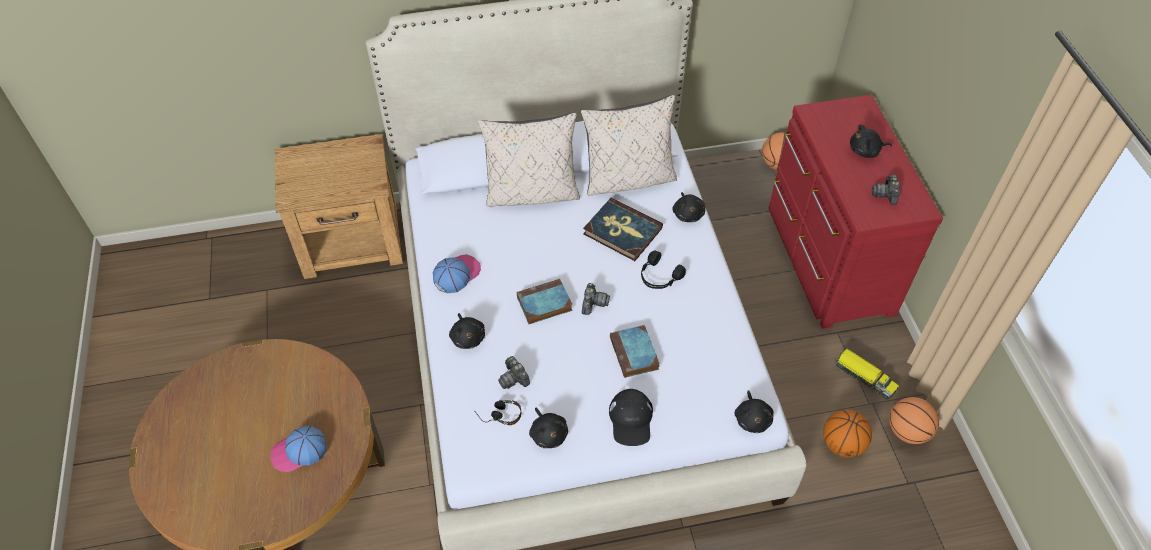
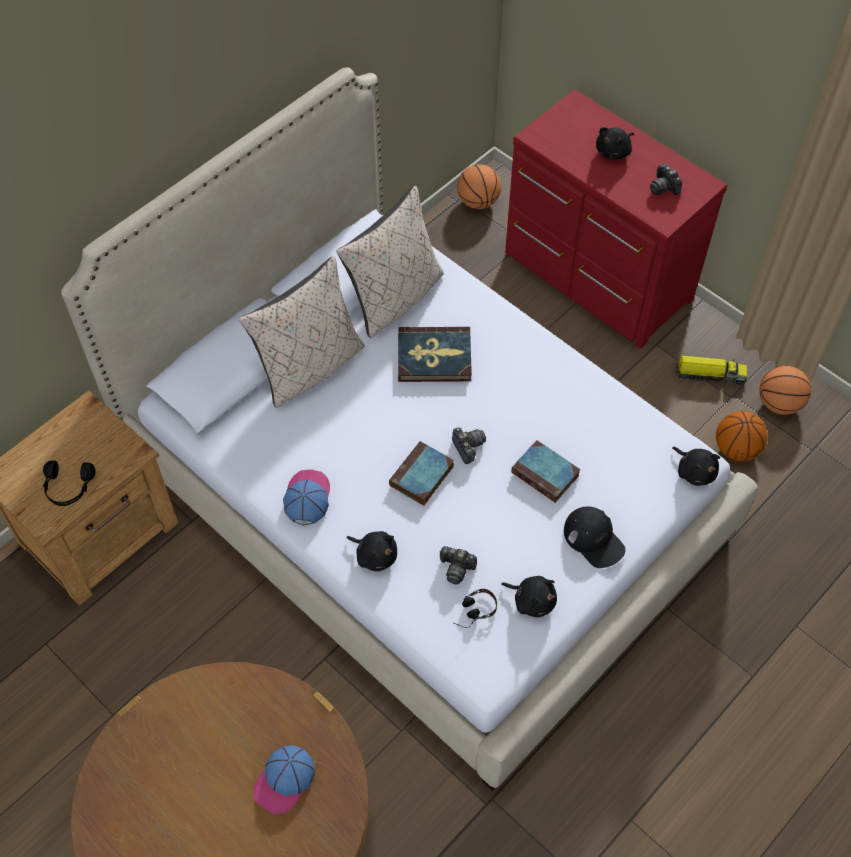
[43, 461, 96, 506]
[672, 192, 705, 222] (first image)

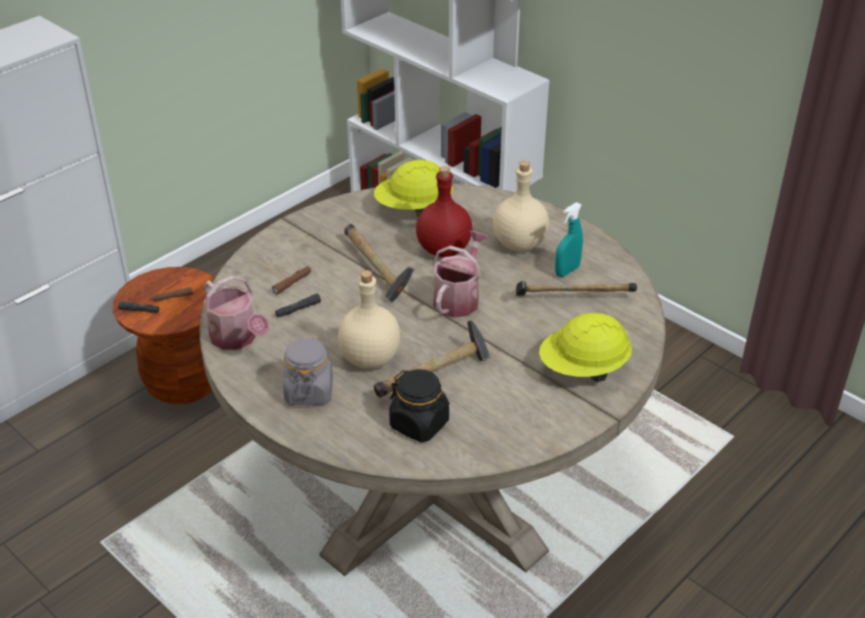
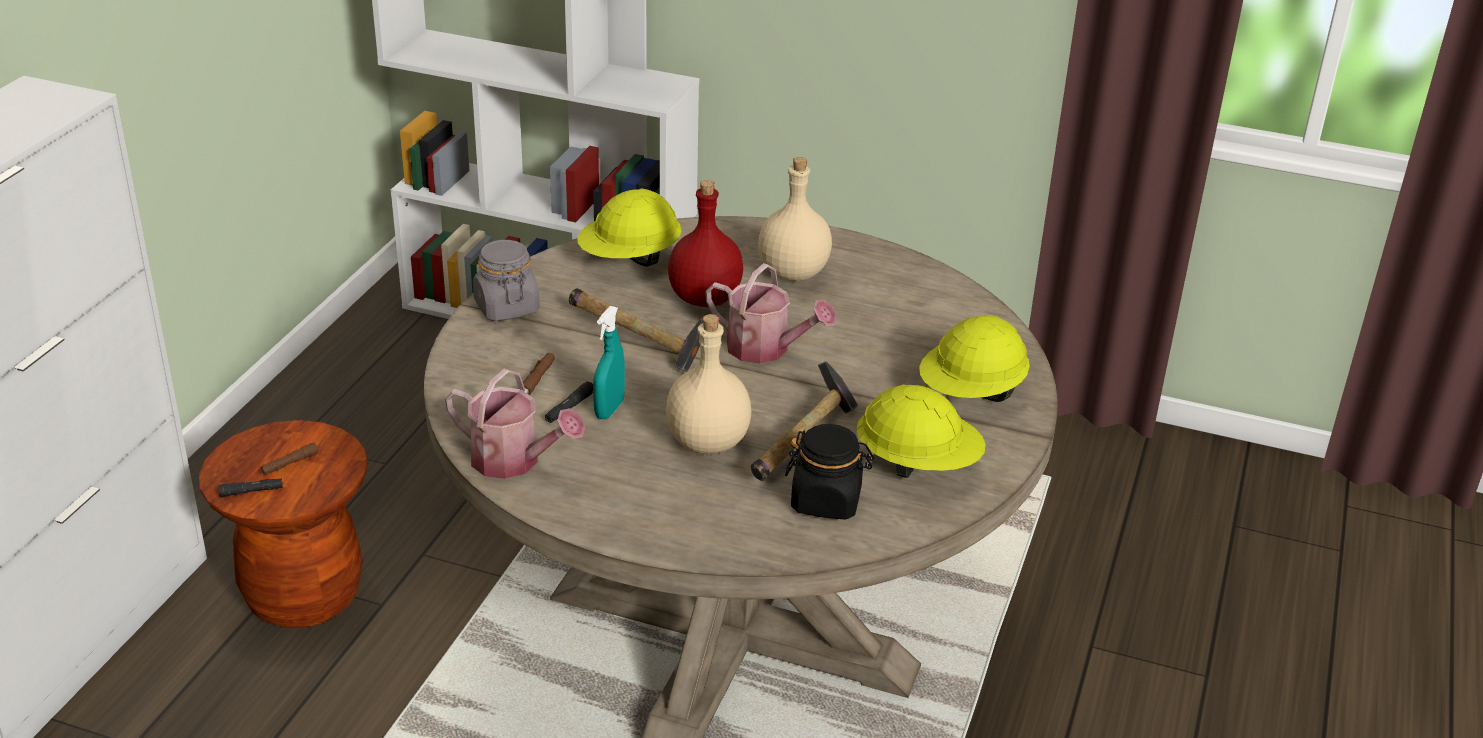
[473, 240, 540, 321]
[593, 306, 625, 419]
[705, 263, 837, 364]
[856, 384, 986, 478]
[516, 280, 637, 296] (first image)

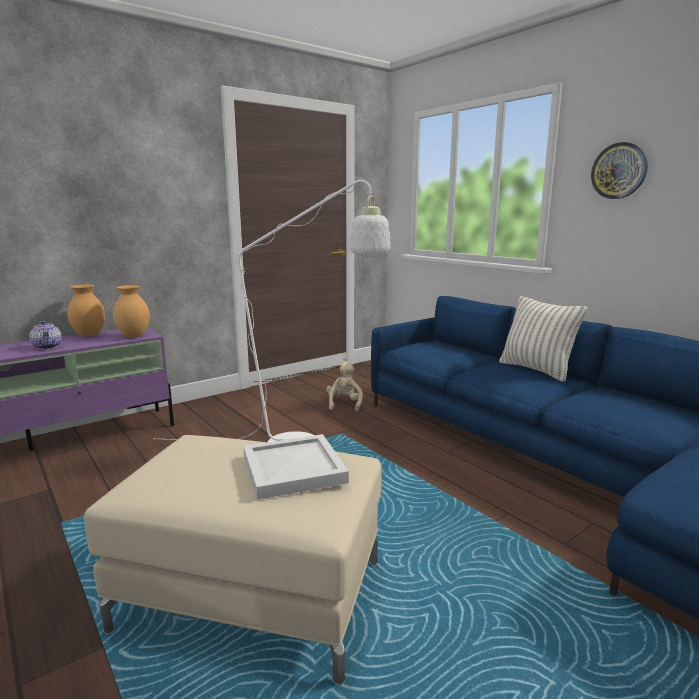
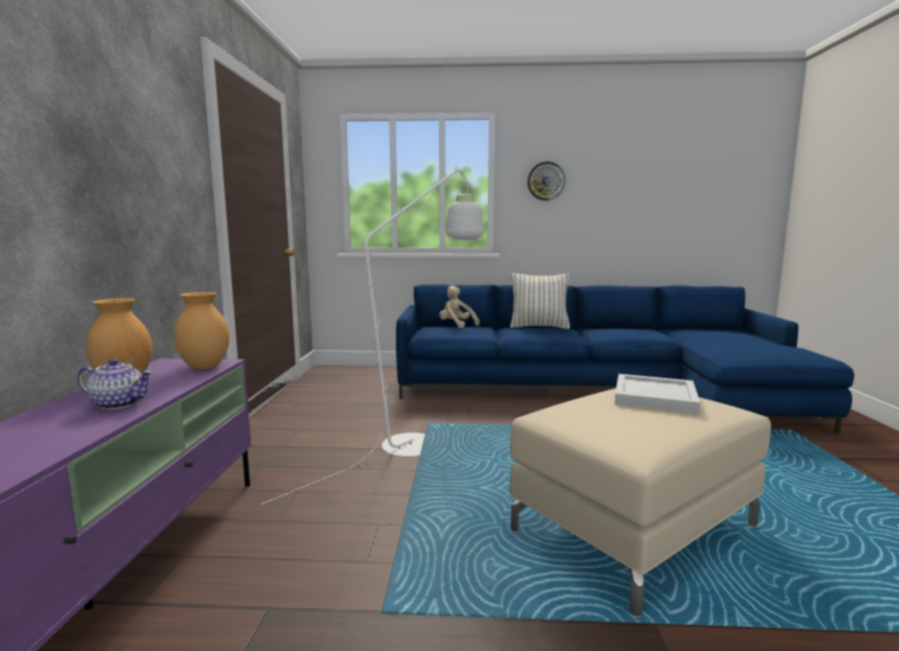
[439, 285, 480, 328]

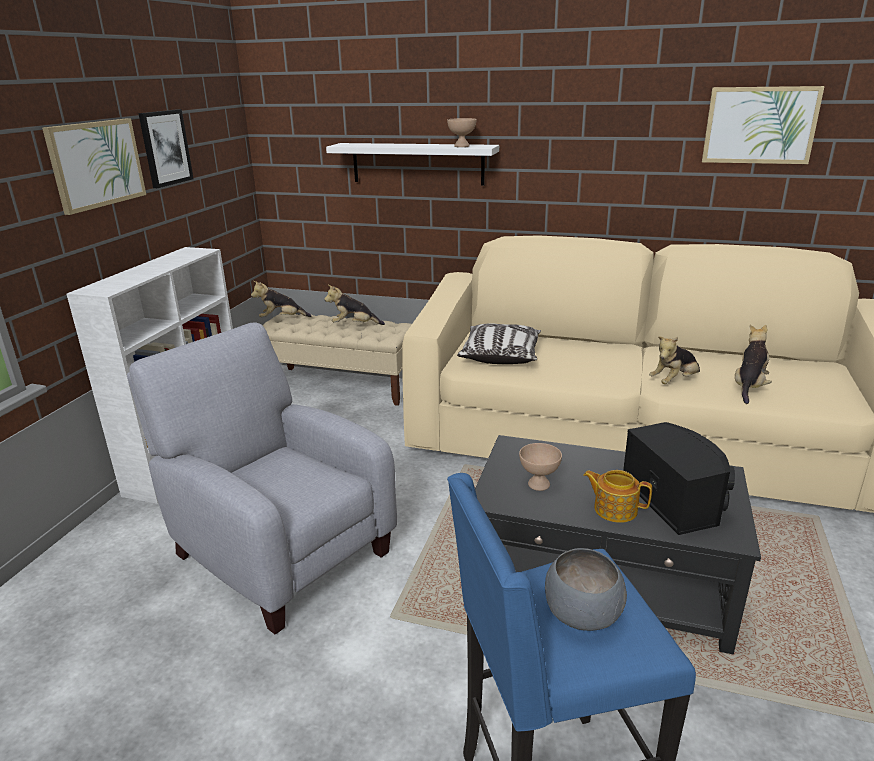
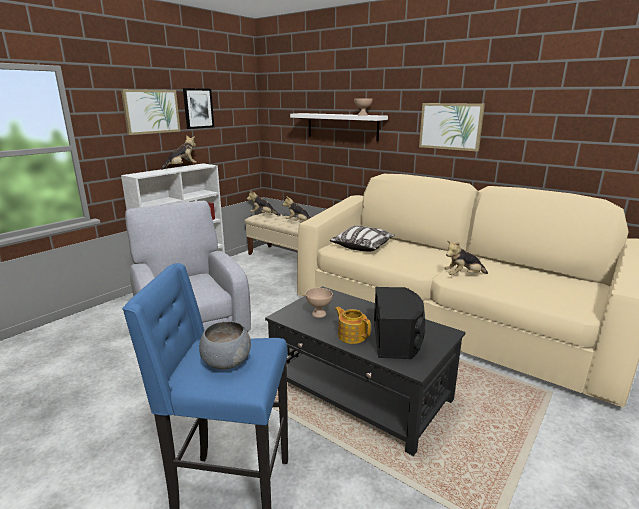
[161, 135, 196, 170]
[419, 103, 485, 152]

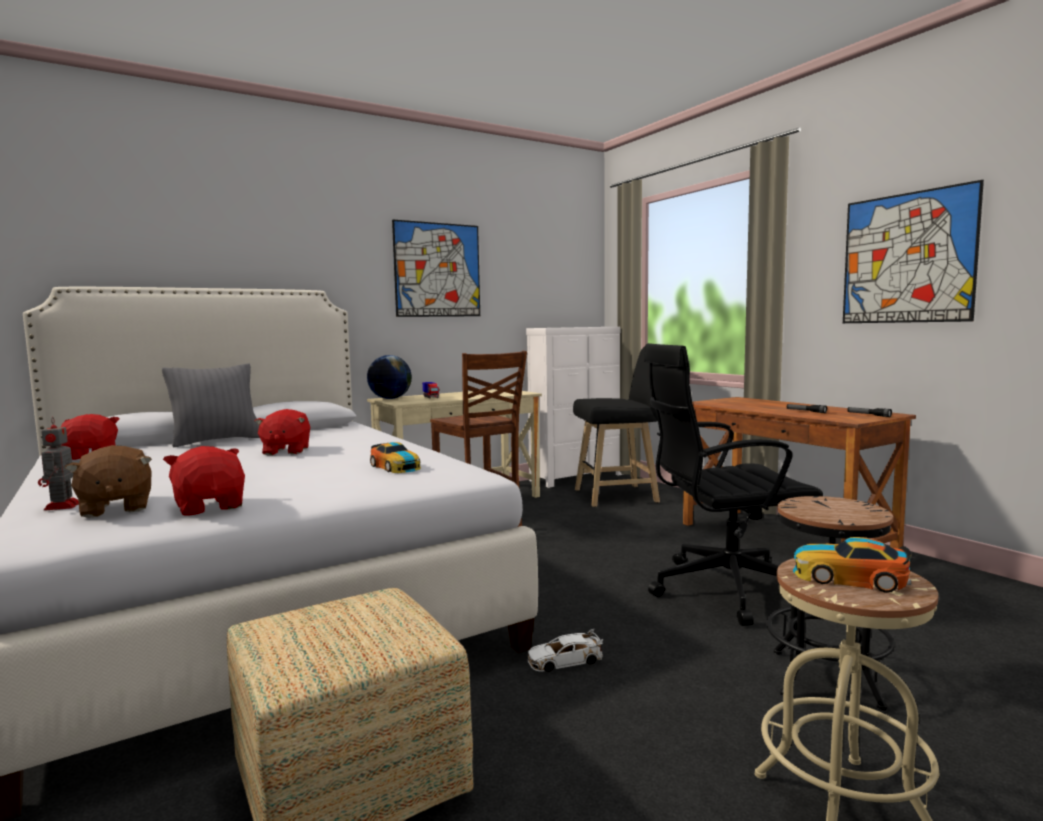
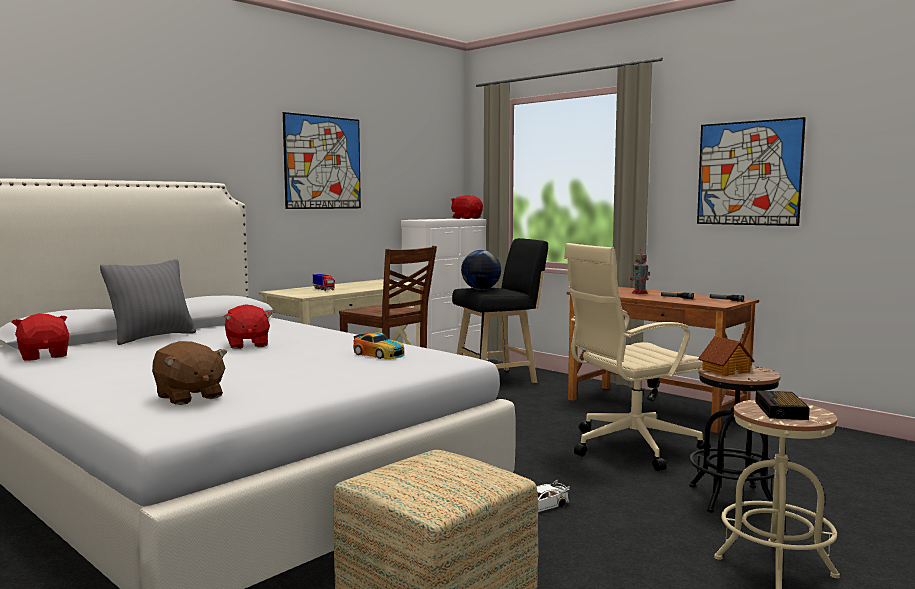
[451, 195, 483, 219]
[461, 250, 501, 290]
[564, 243, 711, 471]
[630, 250, 650, 294]
[698, 336, 754, 376]
[755, 390, 810, 420]

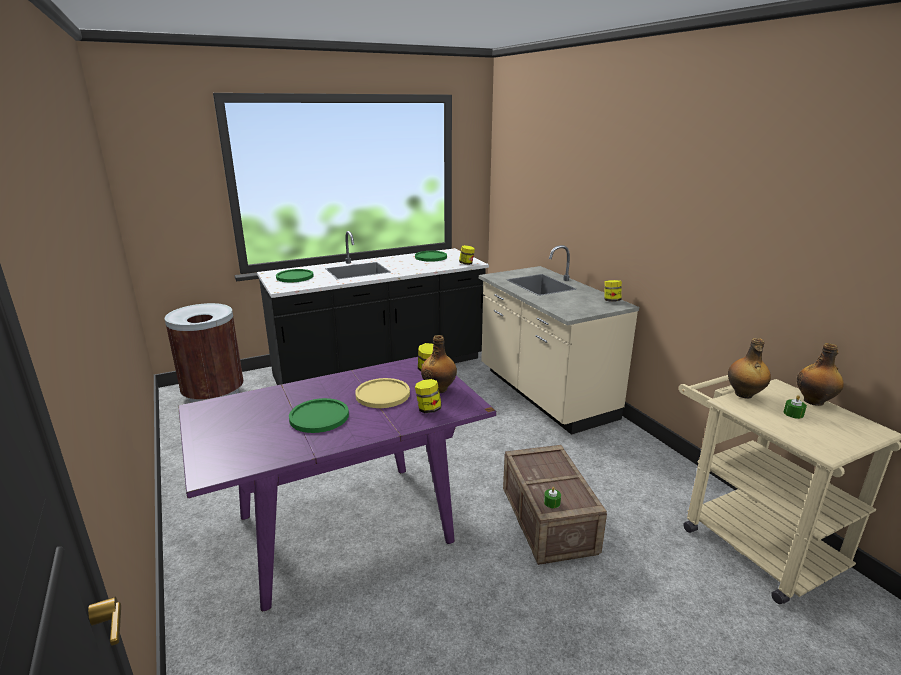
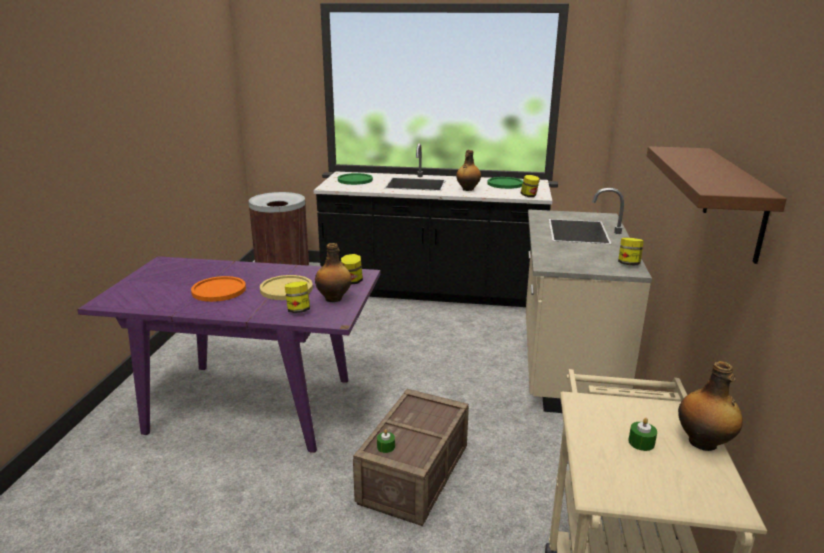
[191, 276, 246, 302]
[456, 150, 481, 191]
[647, 146, 787, 264]

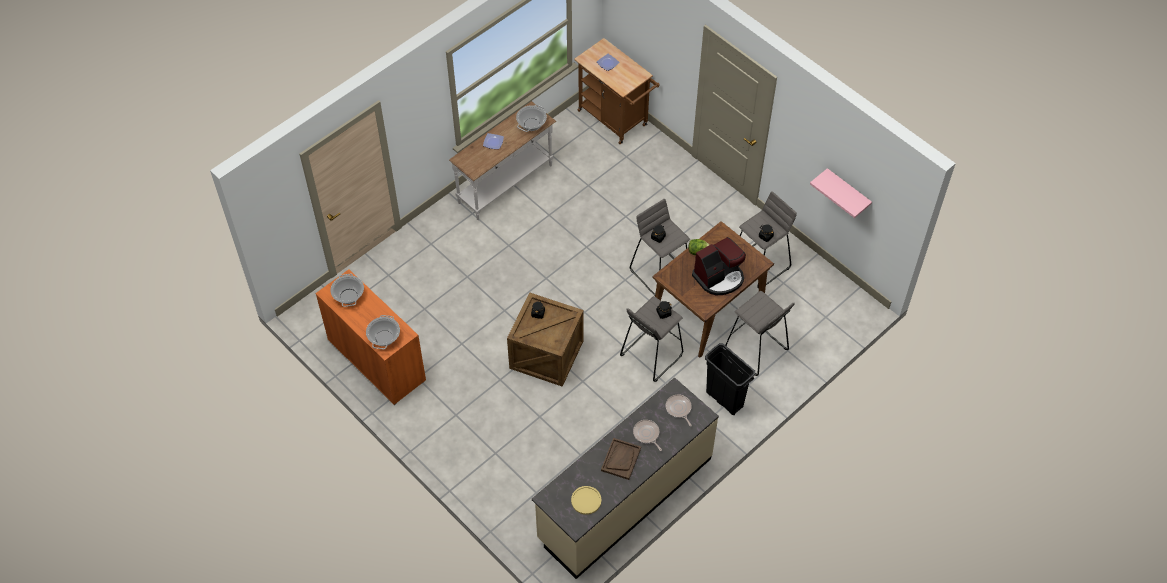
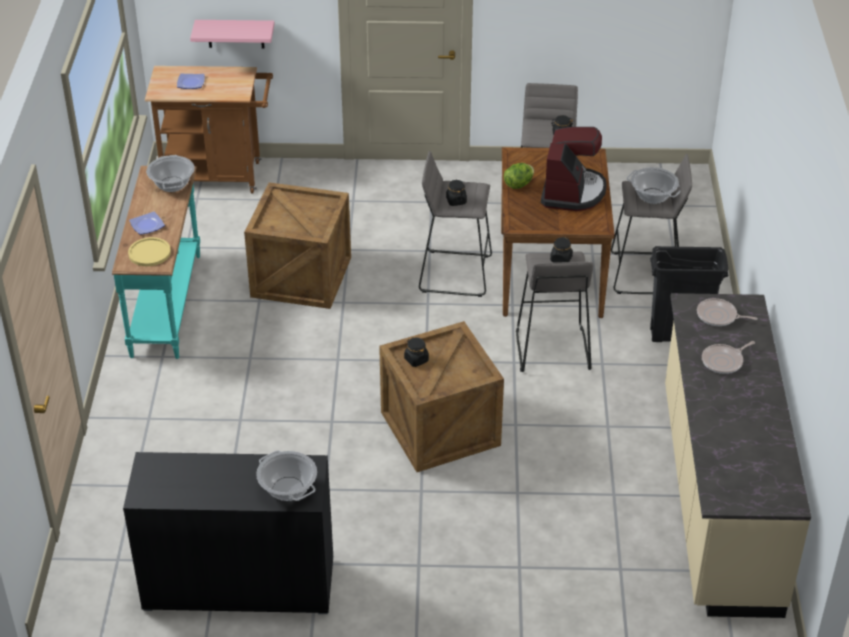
[112, 166, 200, 359]
[123, 452, 333, 614]
[128, 237, 171, 266]
[190, 20, 275, 48]
[244, 182, 351, 309]
[627, 167, 680, 204]
[702, 341, 755, 374]
[601, 438, 641, 480] (first image)

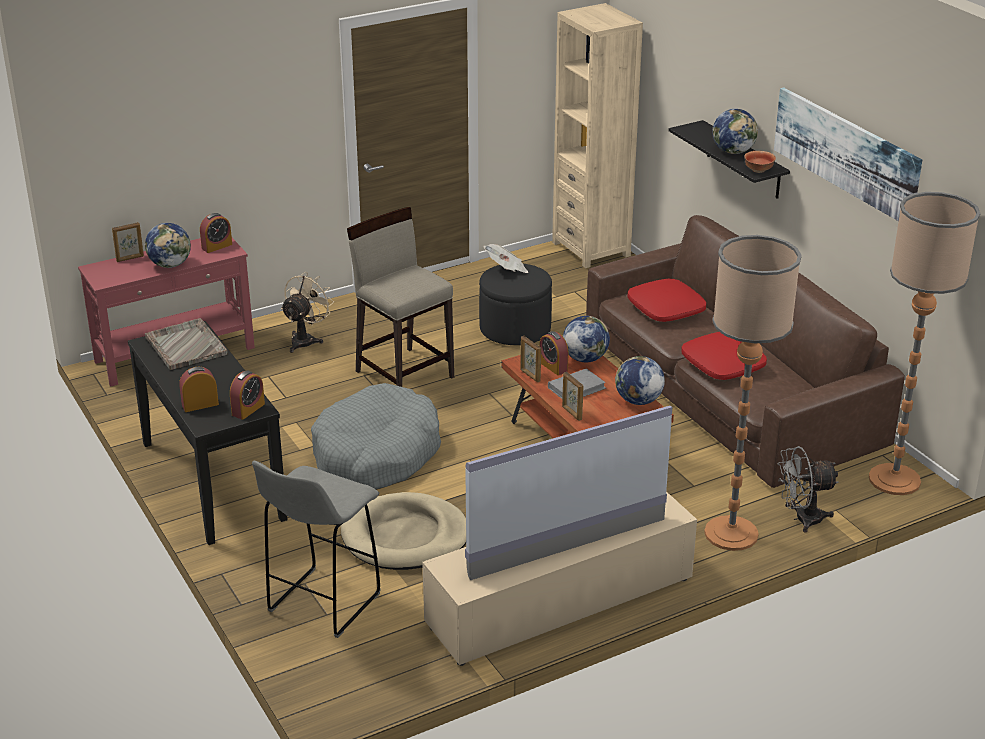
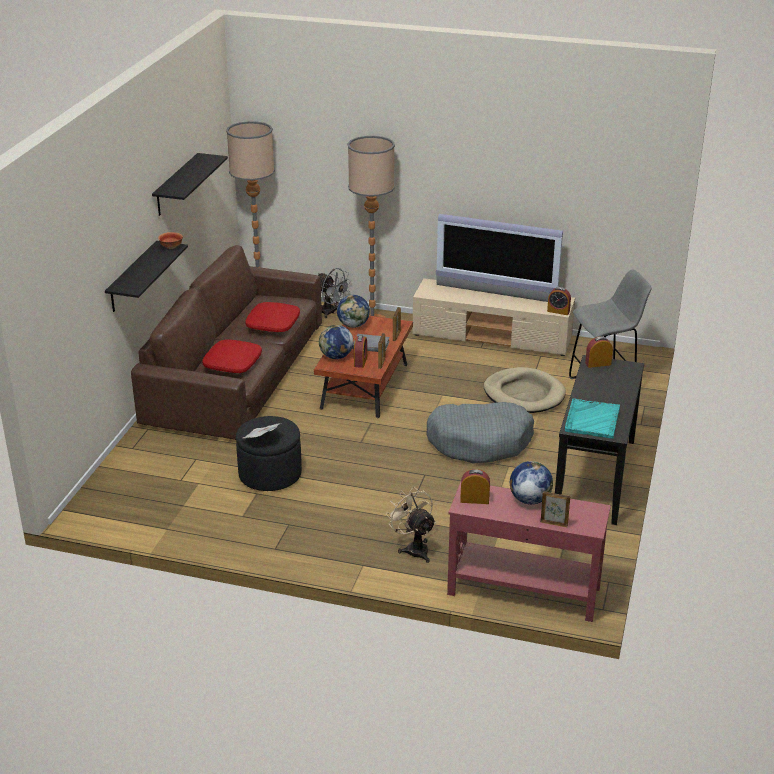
[152, 153, 228, 216]
[386, 487, 436, 563]
[547, 287, 571, 315]
[565, 398, 620, 439]
[347, 207, 454, 387] (first image)
[552, 3, 643, 268] (first image)
[712, 109, 758, 154] (first image)

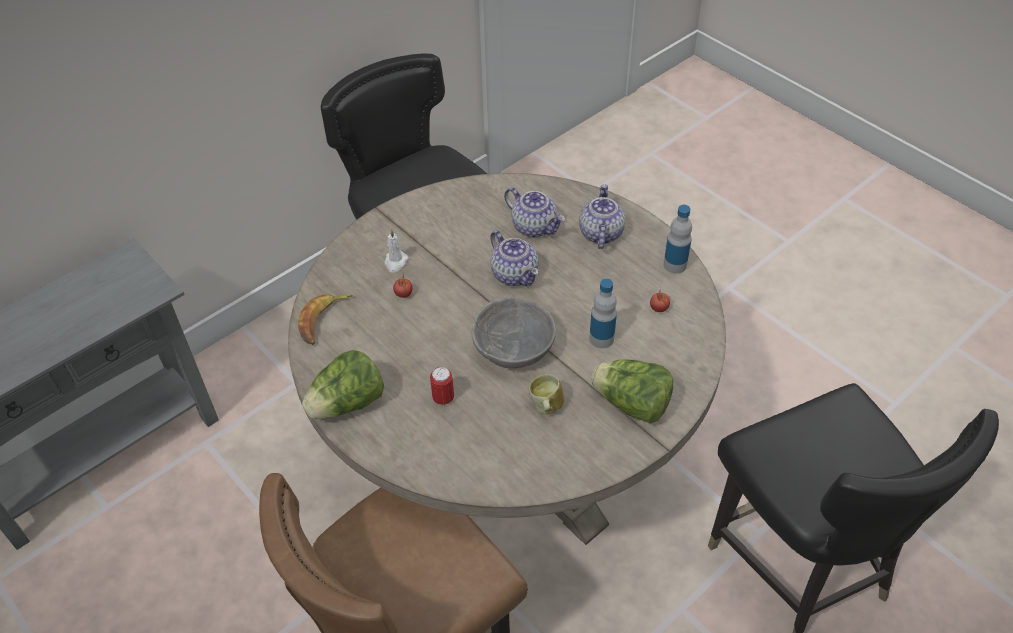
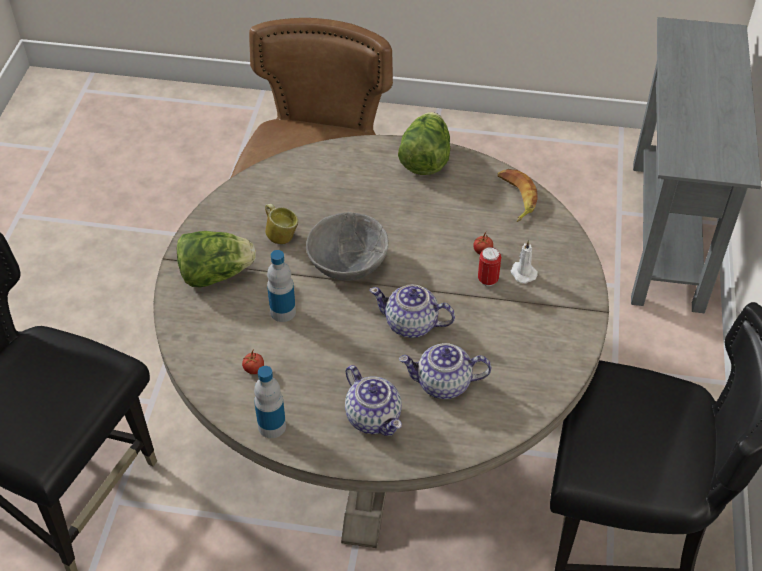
[478, 247, 501, 286]

